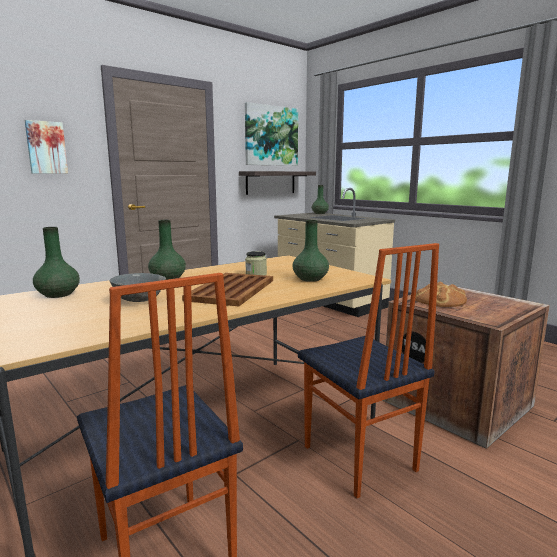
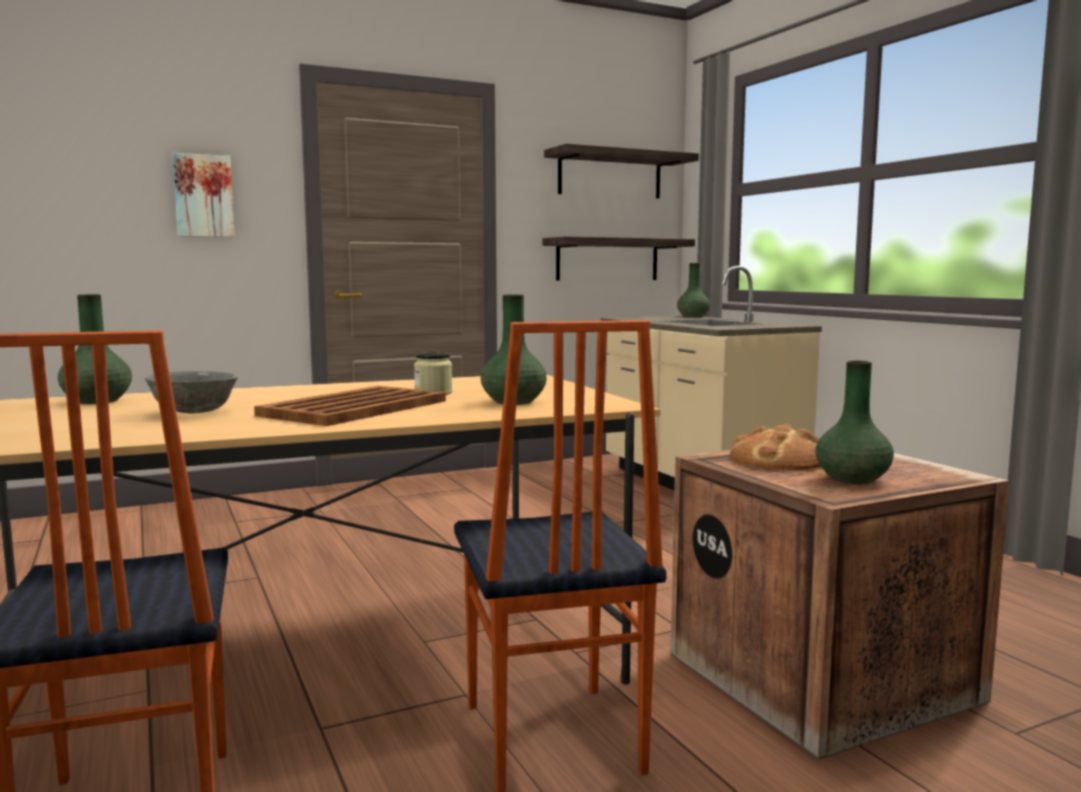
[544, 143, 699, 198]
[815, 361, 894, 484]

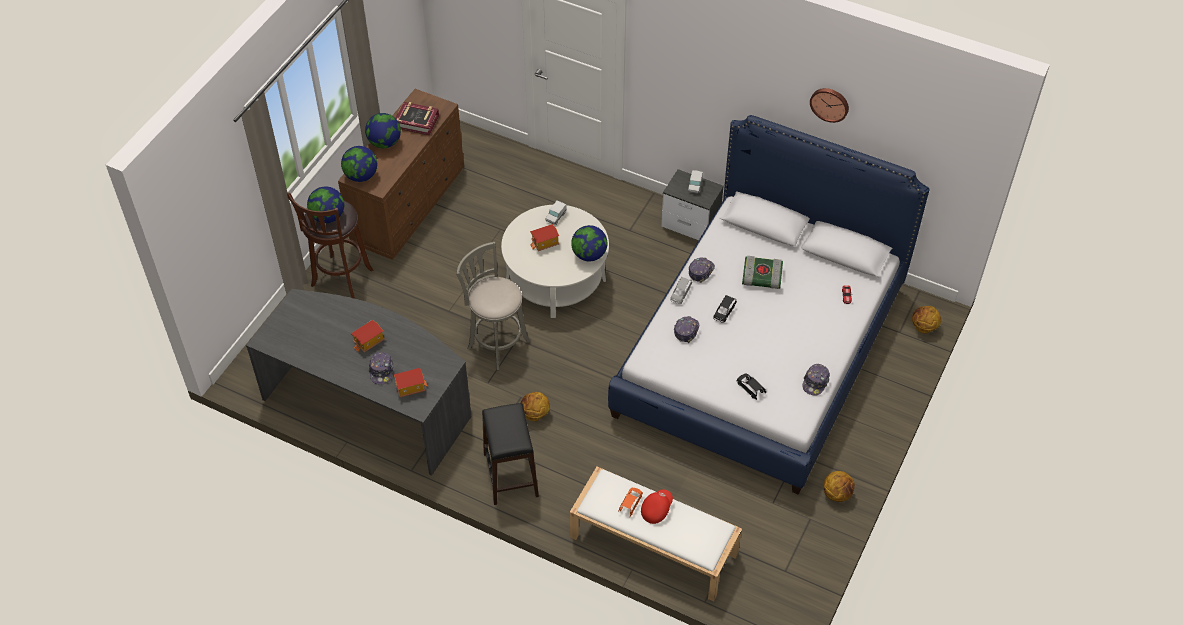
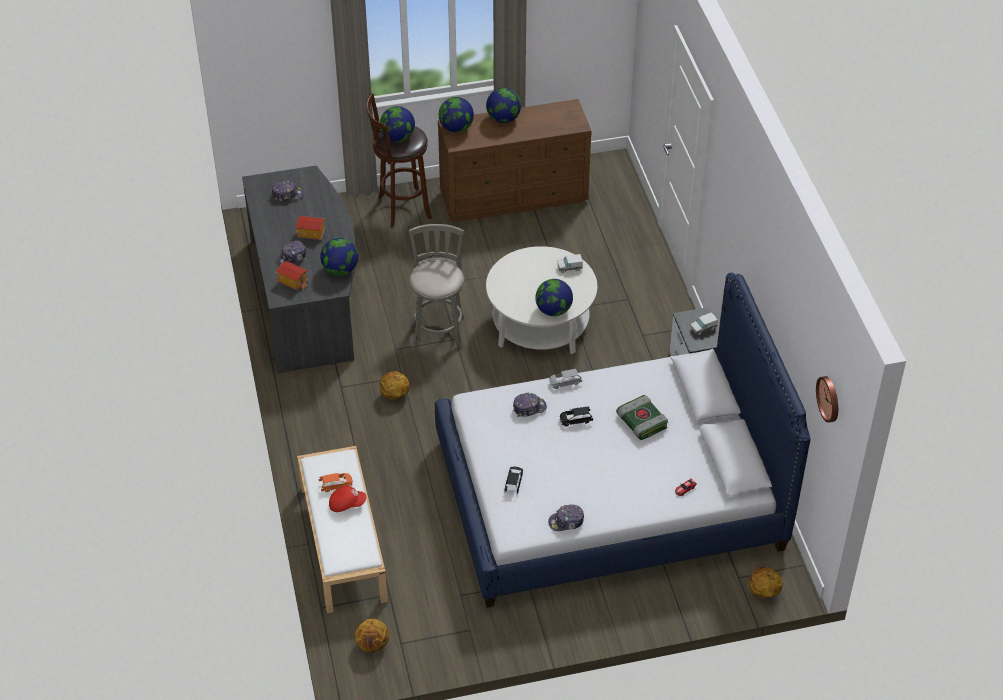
[272, 181, 303, 201]
[320, 238, 358, 276]
[355, 619, 389, 653]
[816, 376, 838, 423]
[396, 102, 439, 135] (first image)
[482, 403, 539, 505] (first image)
[530, 224, 560, 251] (first image)

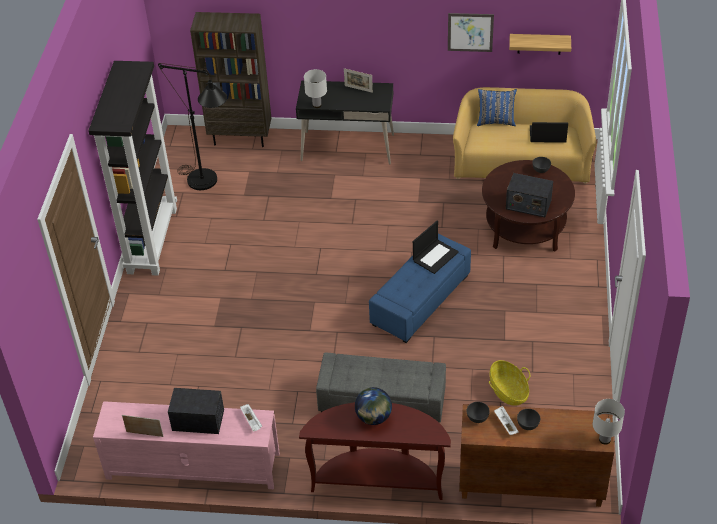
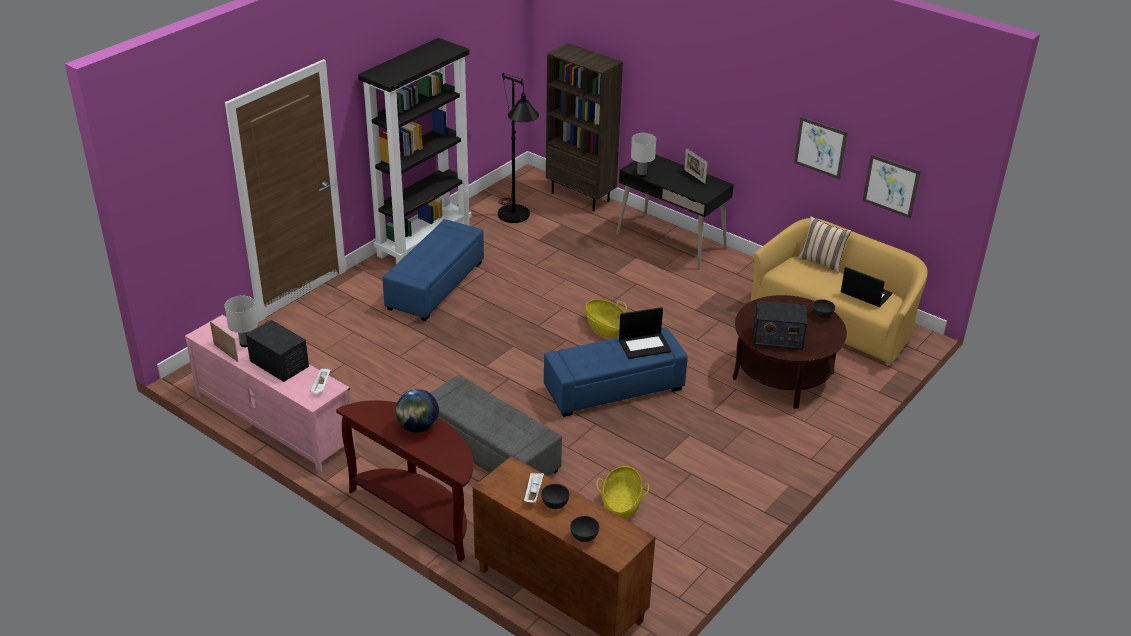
[224, 296, 258, 347]
[382, 219, 484, 321]
[570, 516, 599, 542]
[585, 299, 627, 338]
[753, 301, 807, 350]
[798, 216, 852, 274]
[863, 154, 921, 218]

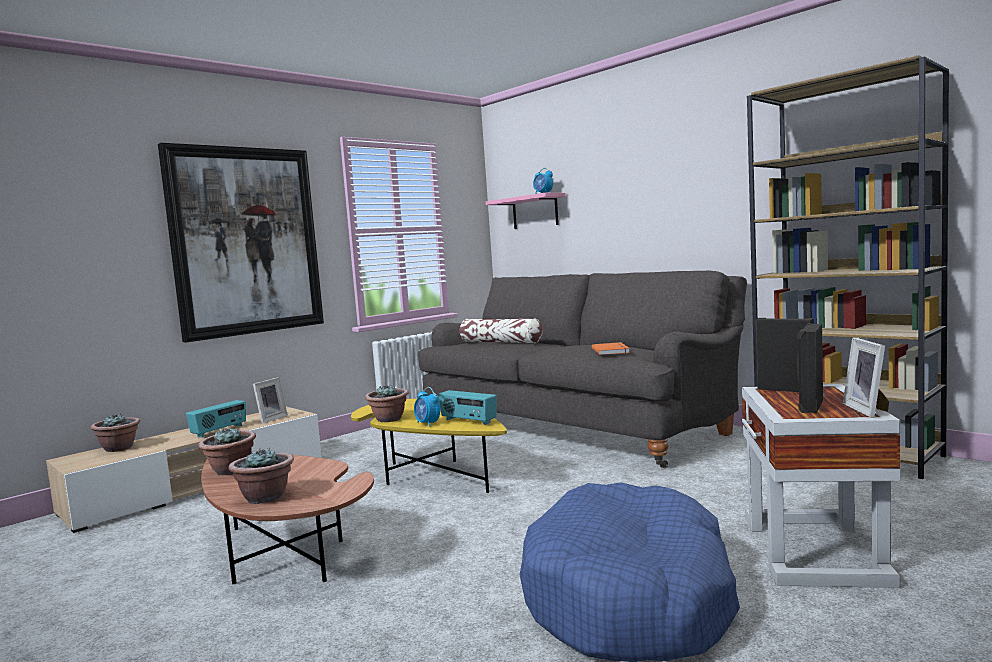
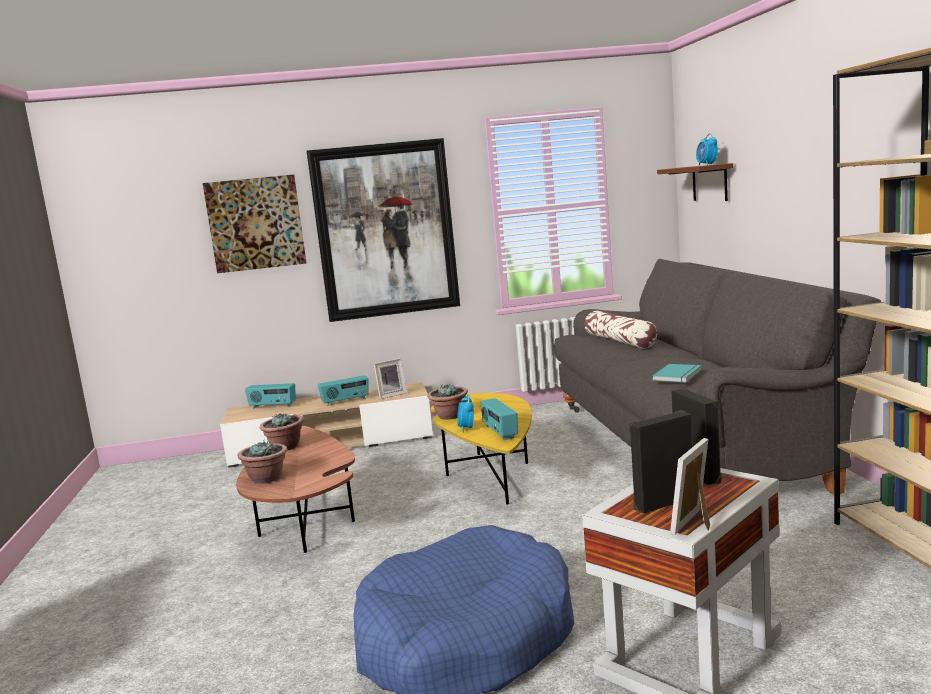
[203, 174, 306, 273]
[245, 383, 296, 408]
[652, 364, 702, 383]
[657, 163, 733, 201]

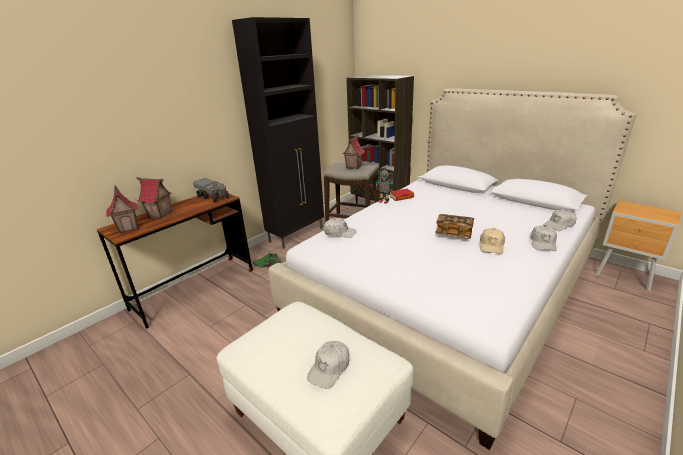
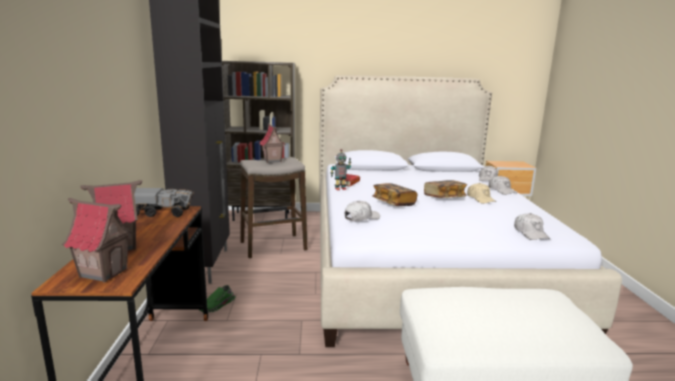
[372, 183, 418, 206]
[514, 213, 550, 240]

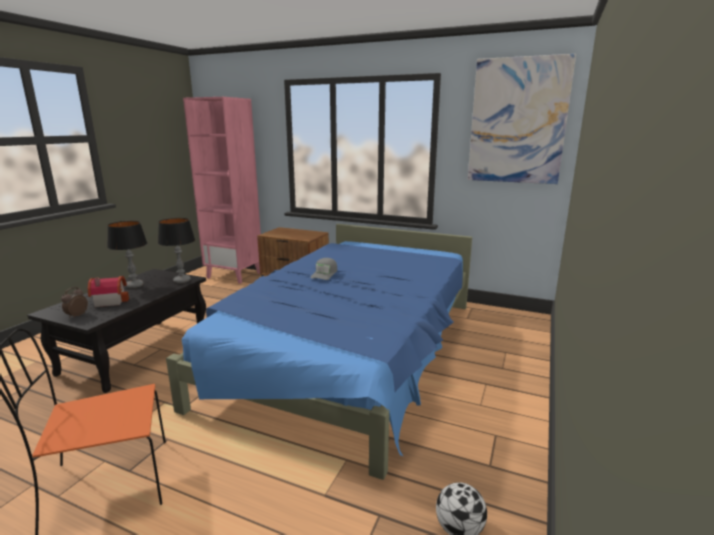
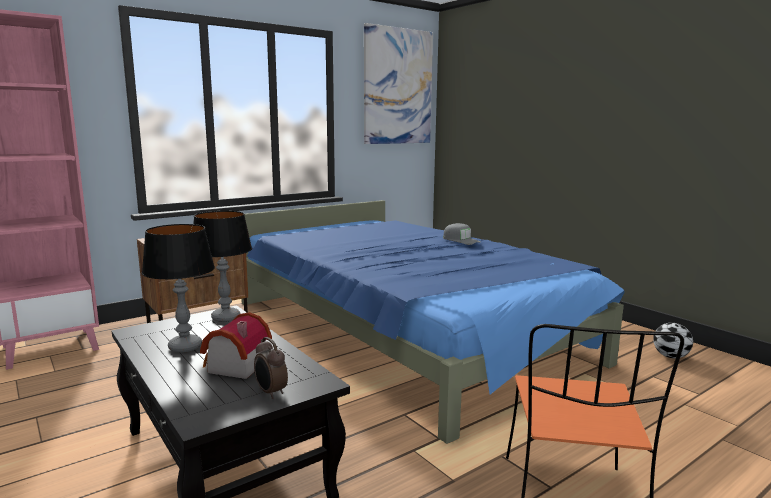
[443, 223, 480, 245]

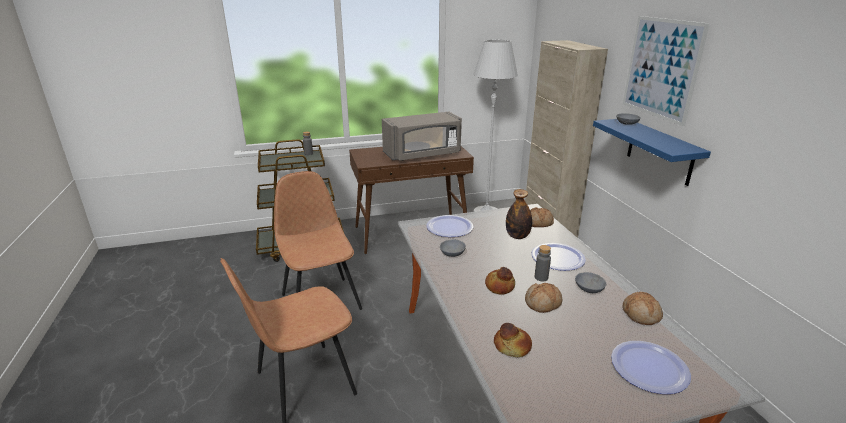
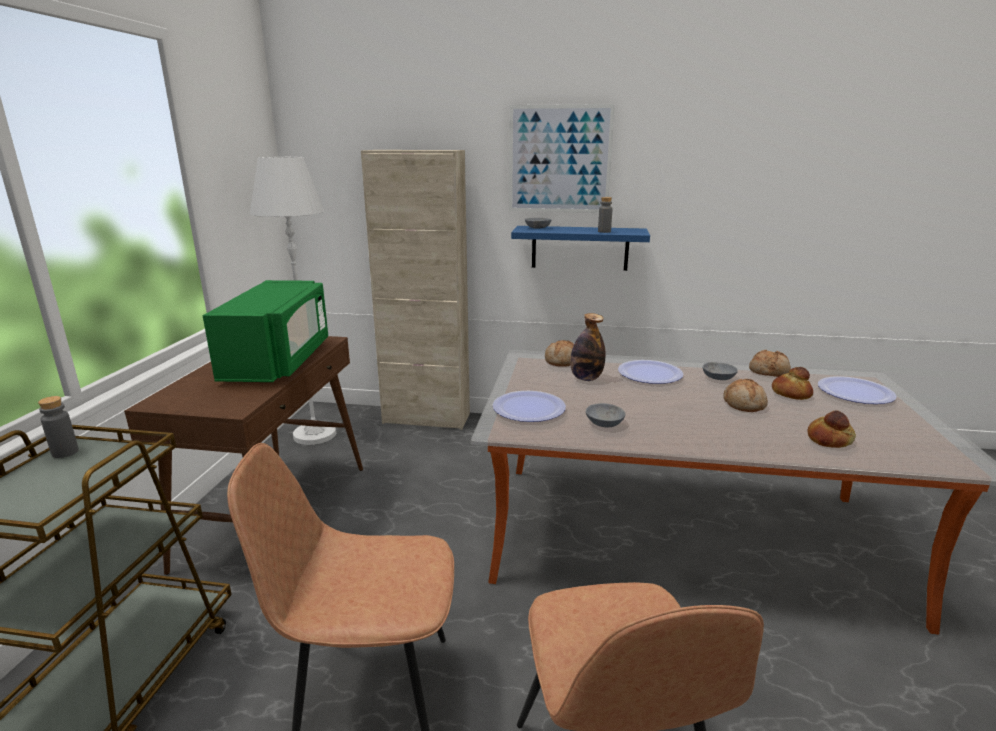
[203, 280, 328, 382]
[598, 197, 613, 233]
[772, 367, 813, 400]

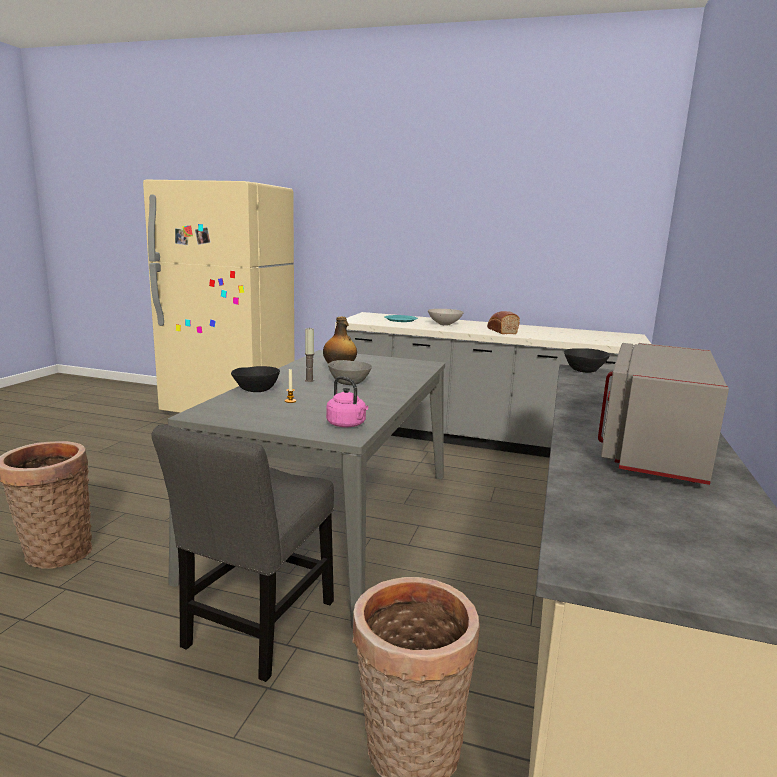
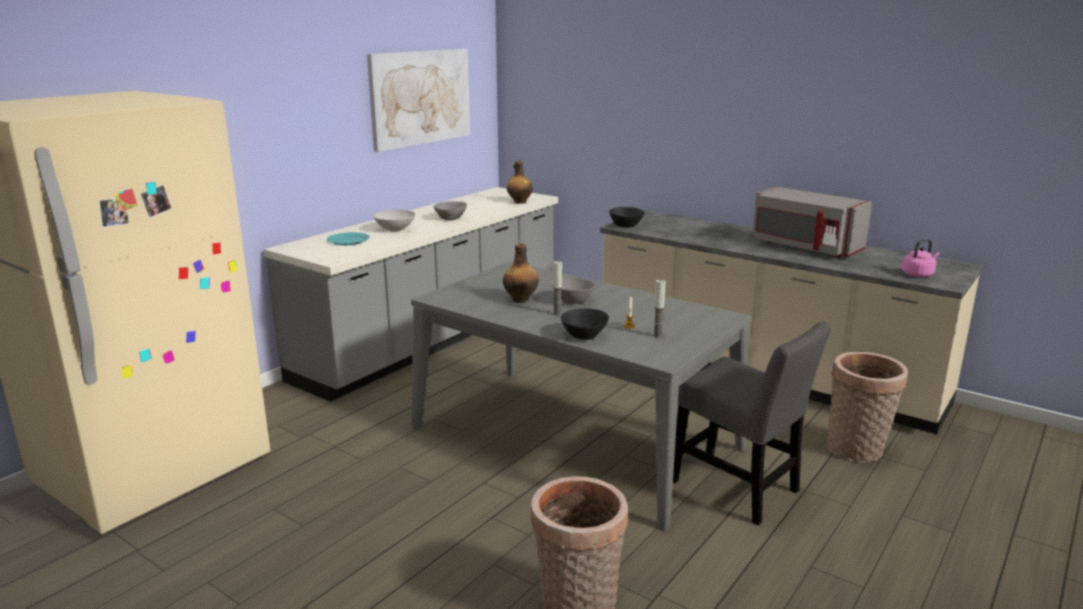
[367, 49, 470, 152]
[433, 201, 467, 220]
[507, 161, 533, 204]
[653, 280, 666, 338]
[902, 239, 939, 277]

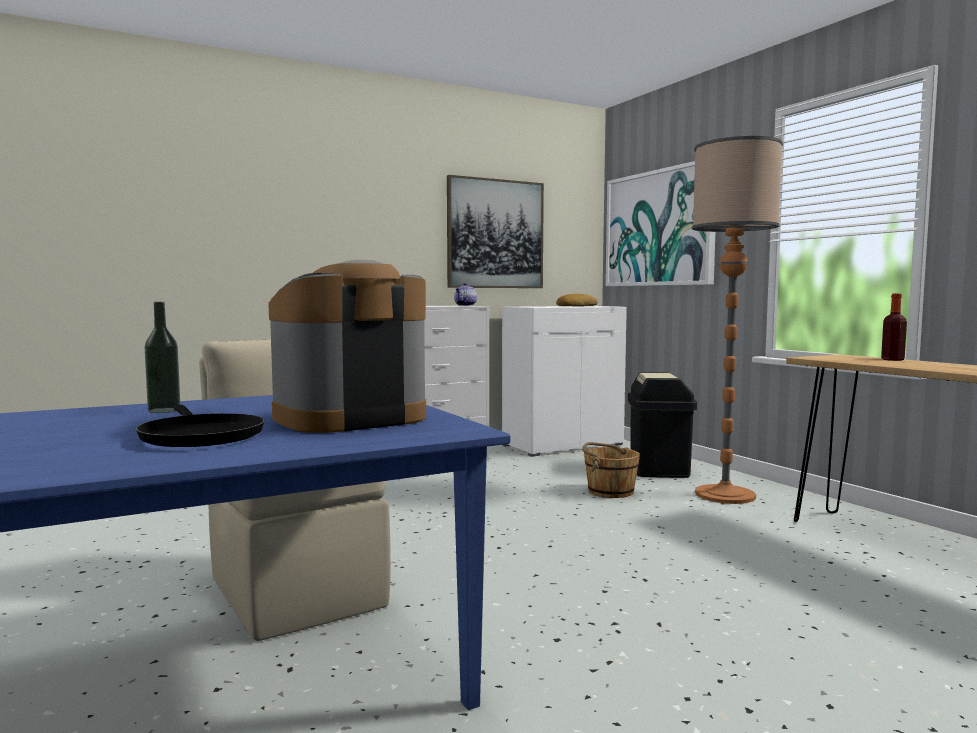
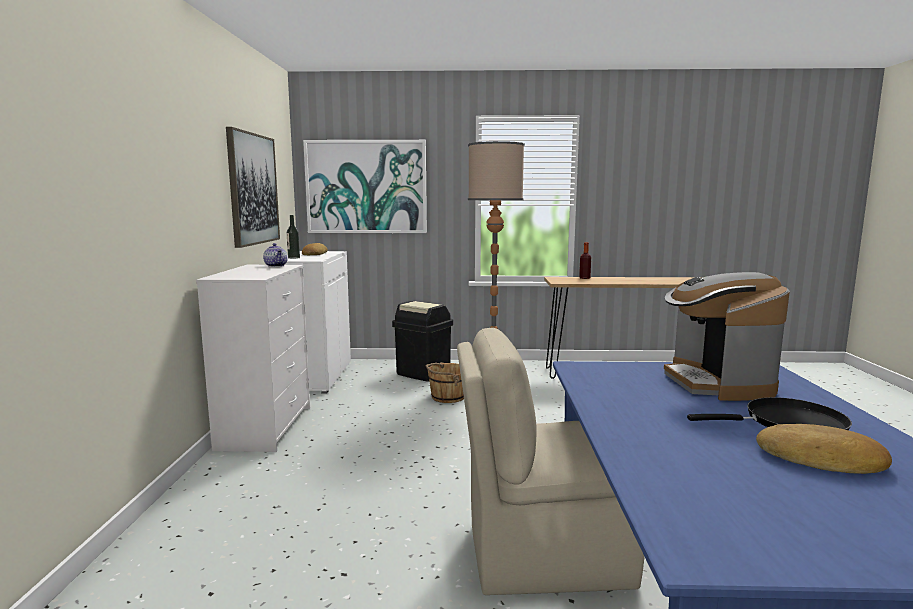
[287, 215, 300, 259]
[756, 424, 892, 474]

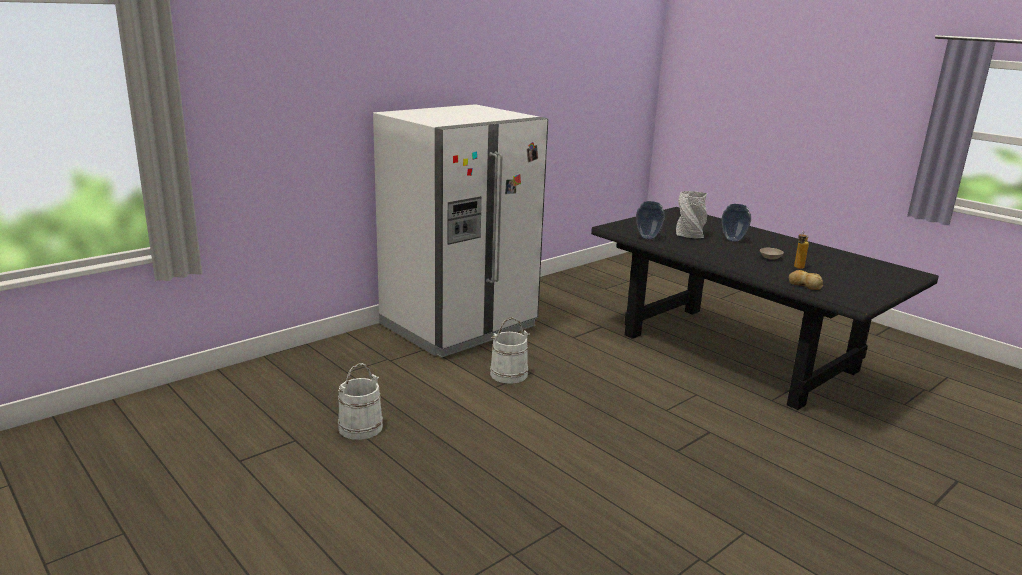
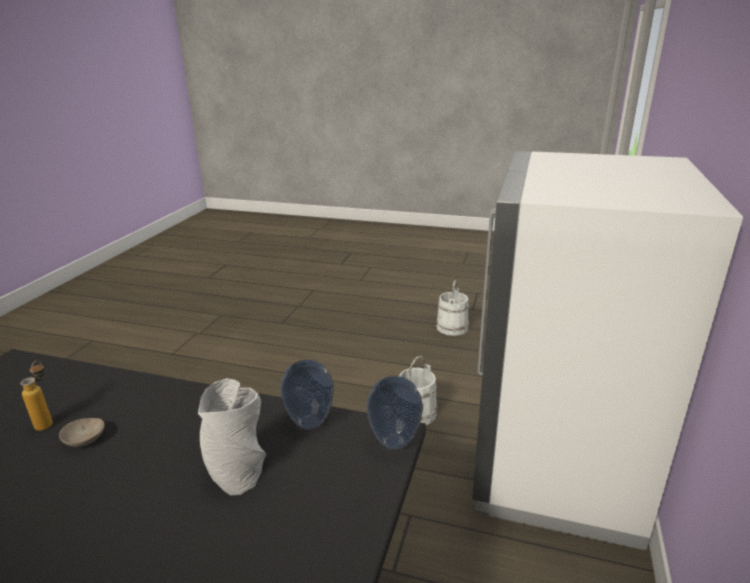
[366, 376, 423, 450]
[789, 270, 823, 290] (first image)

